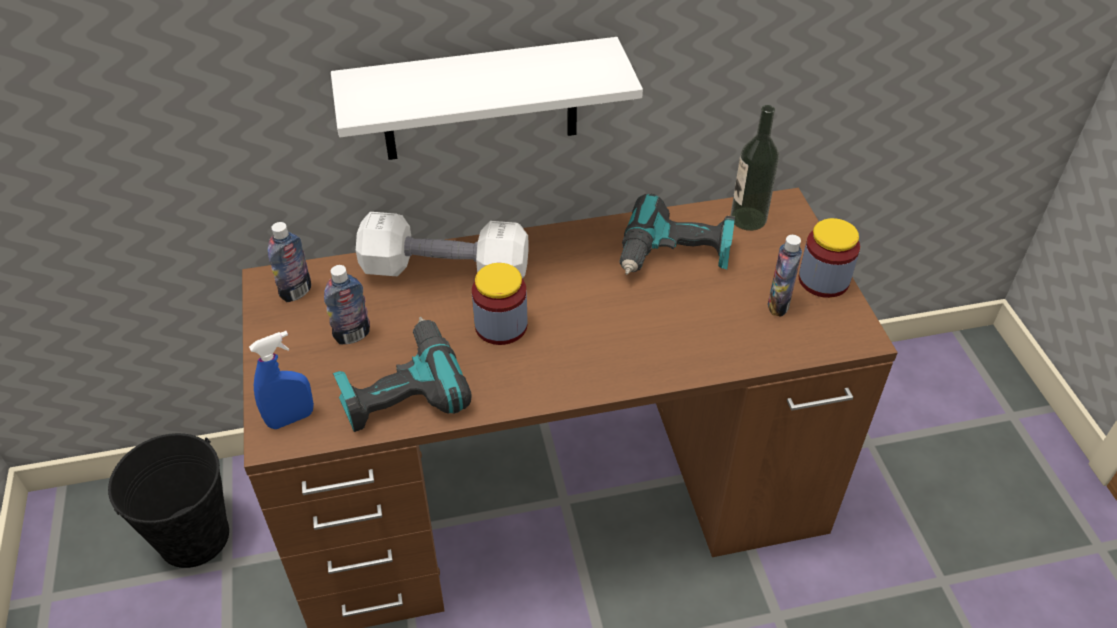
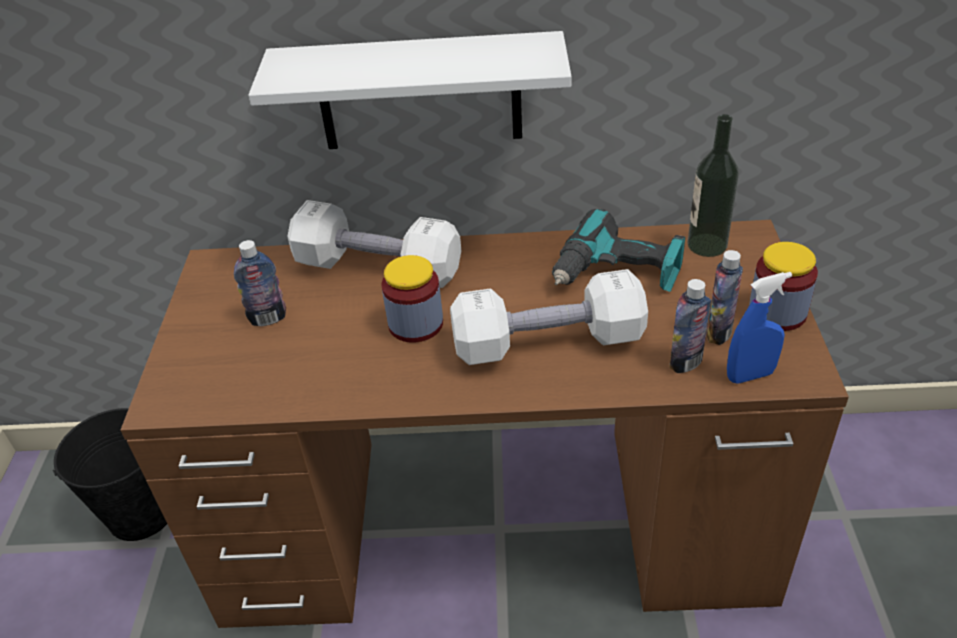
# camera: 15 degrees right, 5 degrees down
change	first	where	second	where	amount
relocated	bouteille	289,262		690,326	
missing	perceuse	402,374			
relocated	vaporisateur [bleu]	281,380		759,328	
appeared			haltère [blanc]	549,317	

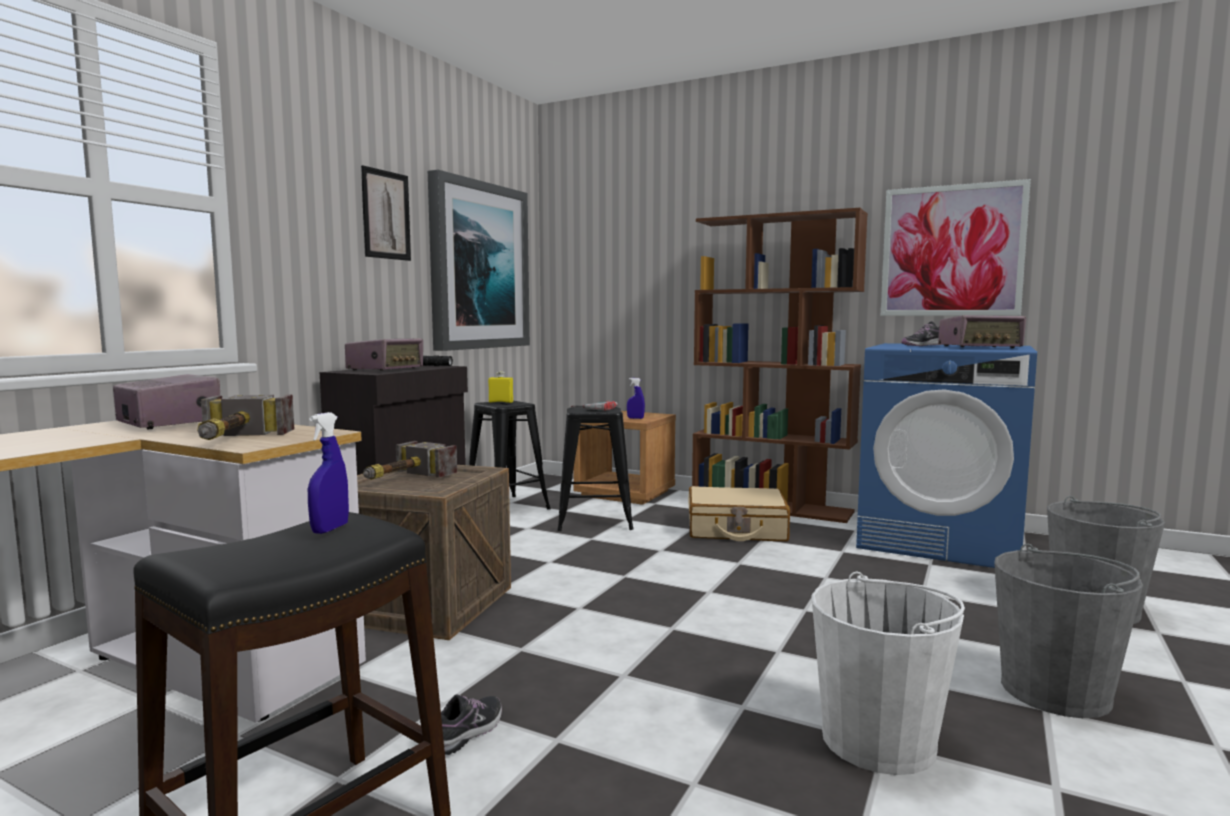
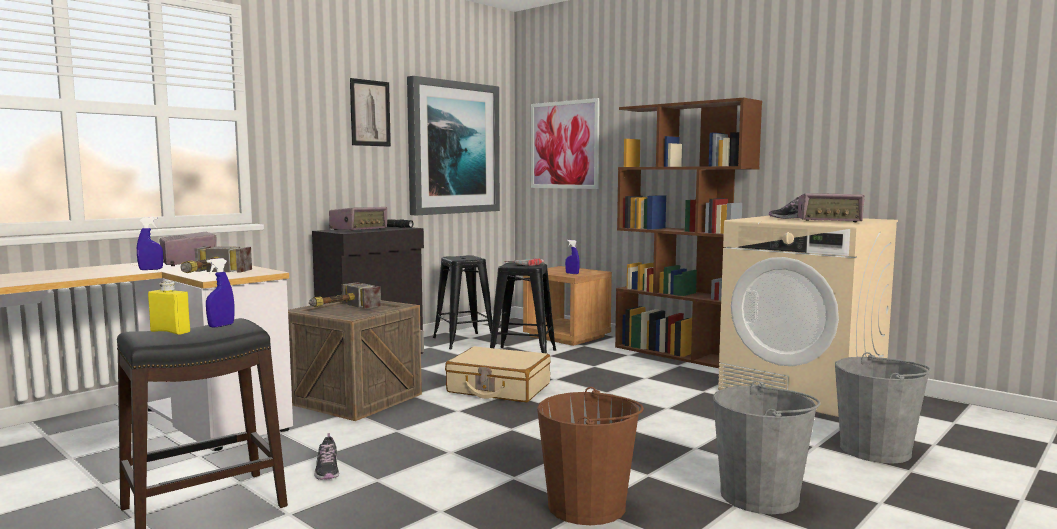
# camera: 15 degrees right, 0 degrees up
change	first	where	second	where	amount
relocated	tableau	956,247		565,143	
colour	lave-linge [bleu]	946,455	lave-linge [beige]	808,316	
relocated	bouteille [jaune]	500,387		169,307	
relocated	valise [beige]	739,514		497,374	
colour	seau [blanc]	888,673	seau [marron]	590,456	
spun	chaussure	471,724		326,456	120 degrees clockwise
appeared			vaporisateur [bleu]	150,243	

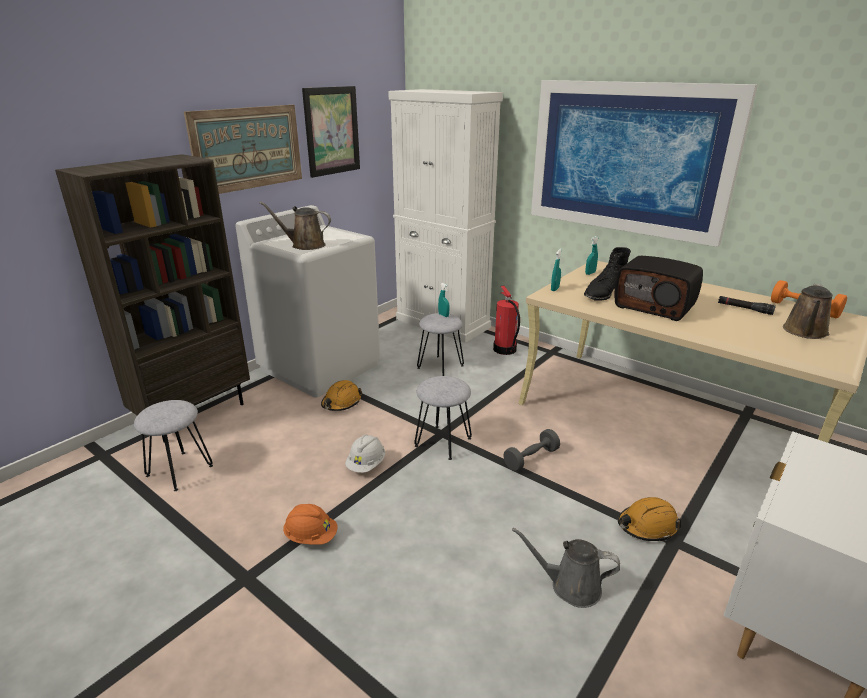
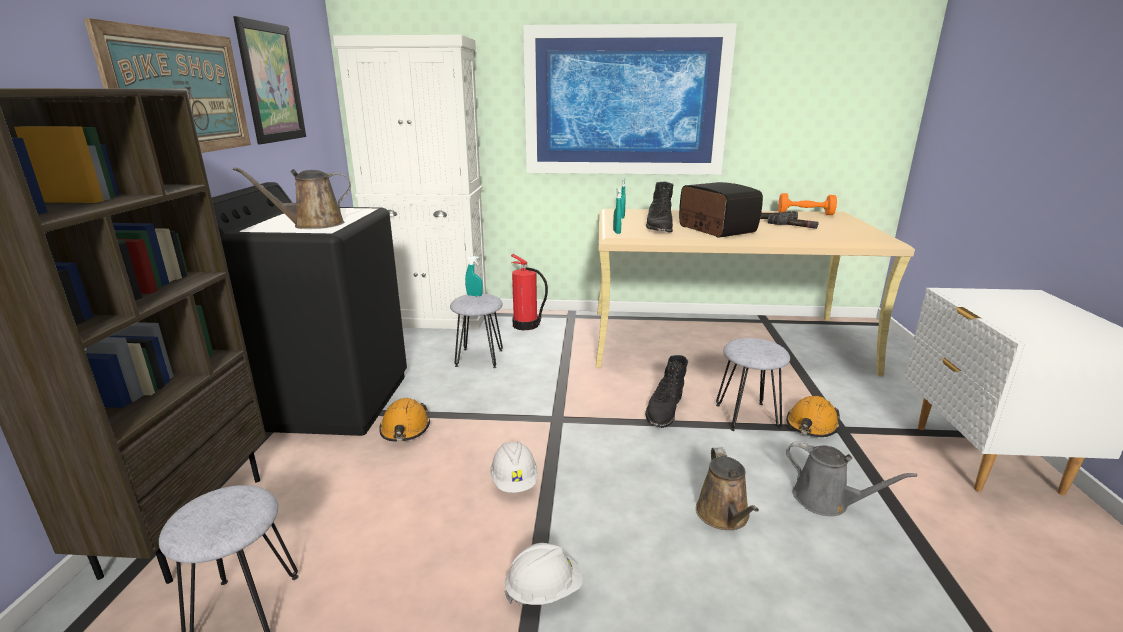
# camera: 35 degrees left, 5 degrees down
change	first	where	second	where	amount
colour	lave-linge [blanc]	307,301	lave-linge [noir]	309,309	
spun	radio	659,288		721,210	120 degrees counterclockwise
relocated	arrosoir [marron]	808,311		727,488	
relocated	tabouret [gris]	443,418		753,384	
exchanged	haltère [gris]	531,450	botte [noir]	666,391	
colour	casque de chantier [orange]	310,524	casque de chantier [blanc]	543,574	
spun	arrosoir [gris]	566,568		851,478	120 degrees counterclockwise
appeared			lampe de poche [noir]	793,222	

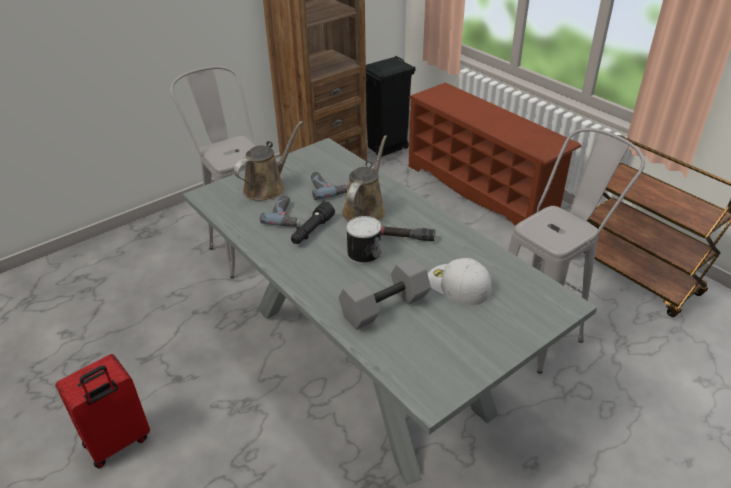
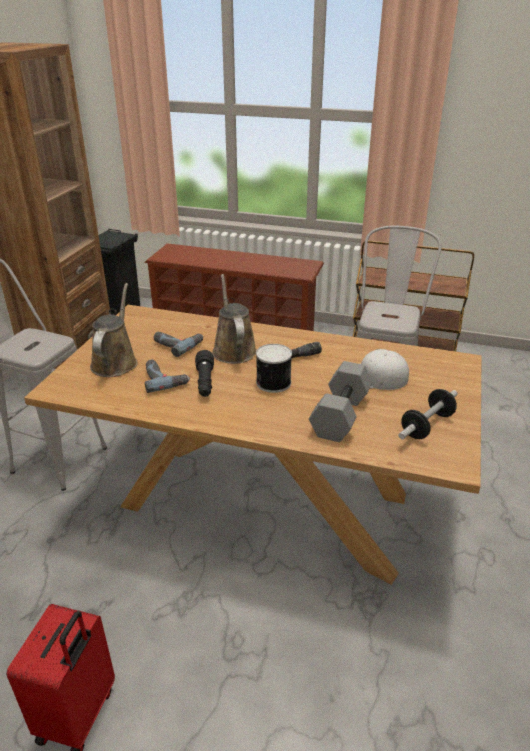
# camera: 35 degrees left, 5 degrees down
change	first	where	second	where	amount
colour	table à manger [gris]	390,311	table à manger [marron]	253,445	
appeared			haltère	428,414	

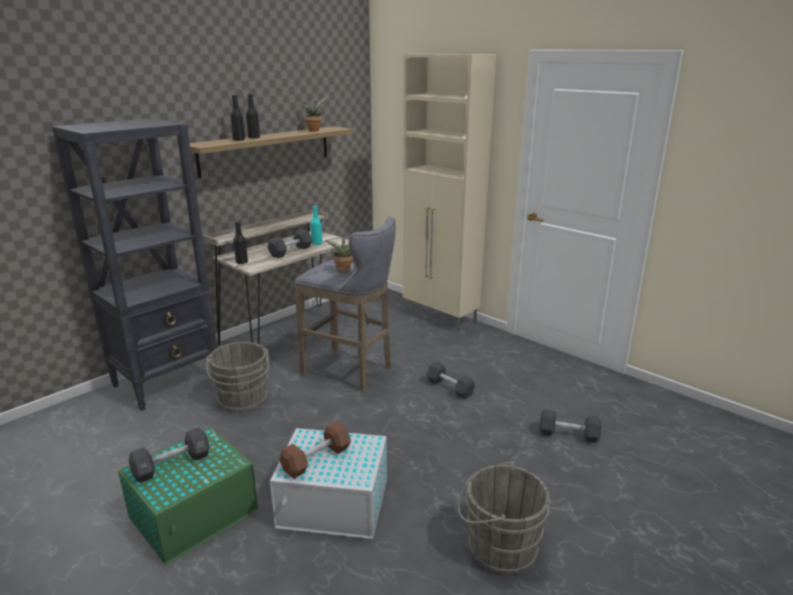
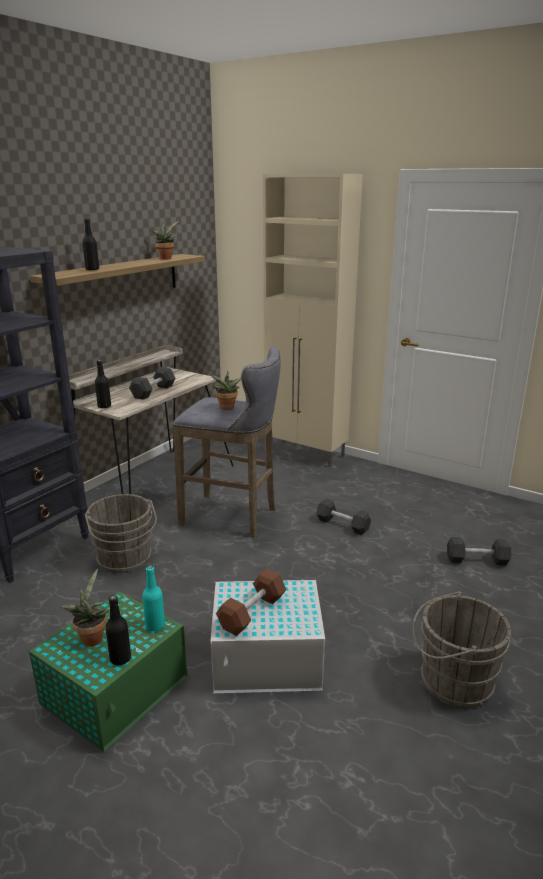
# camera: 10 degrees left, 0 degrees up
change	first	where	second	where	amount
relocated	bouteille [noir]	253,116		118,630	
relocated	bouteille [turquoise]	316,225		153,599	
exchanged	haltère [noir]	169,455	plante en pot	84,608	

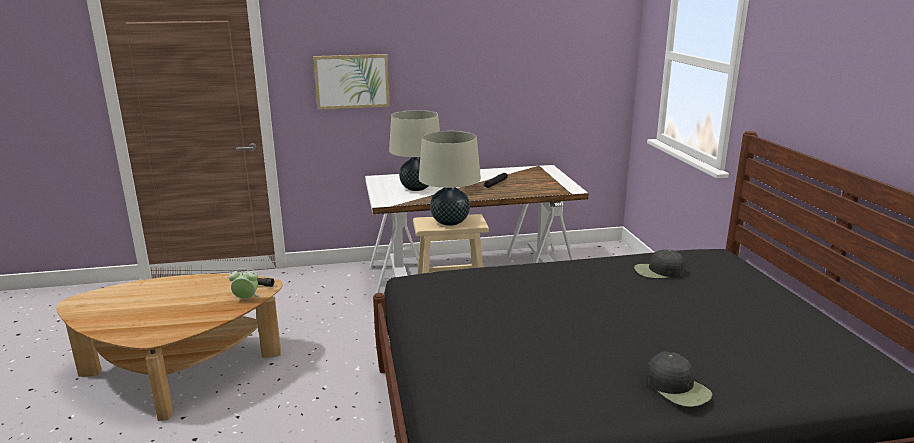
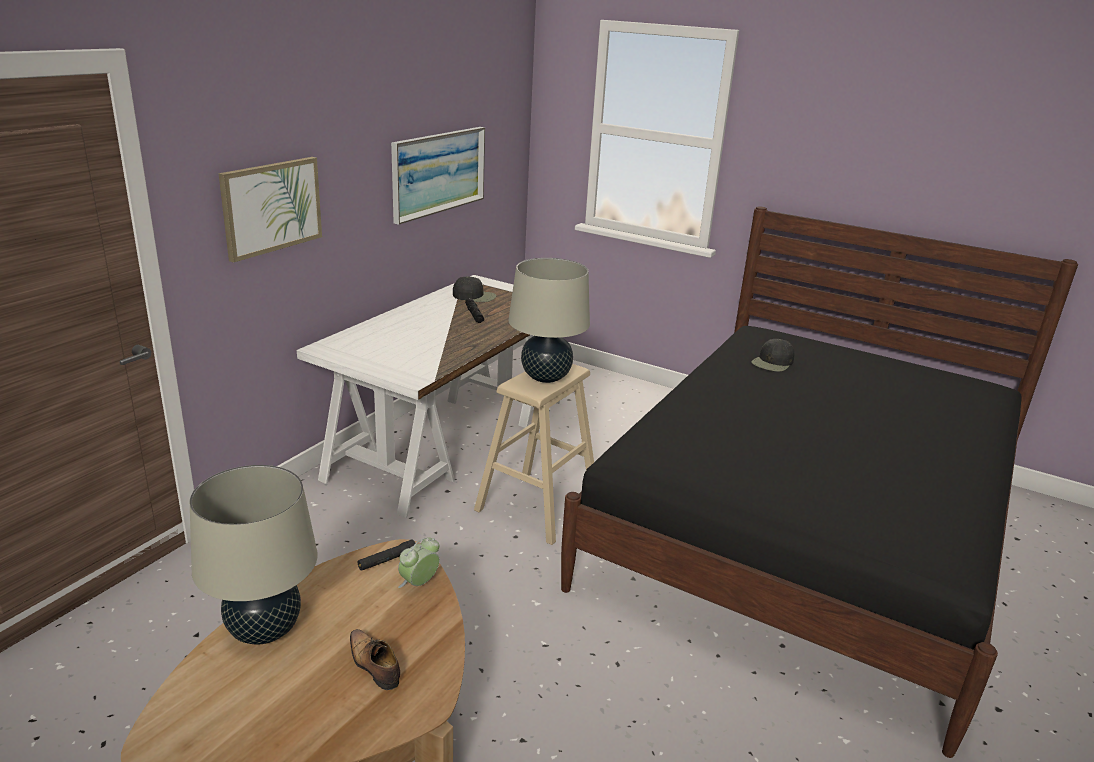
# camera: 50 degrees left, 5 degrees up
change	first	where	second	where	amount
relocated	lampe de table [beige]	414,150		254,555	
relocated	casquette [noir]	678,379		474,289	
appeared			tableau	438,176	
appeared			chaussure	375,659	

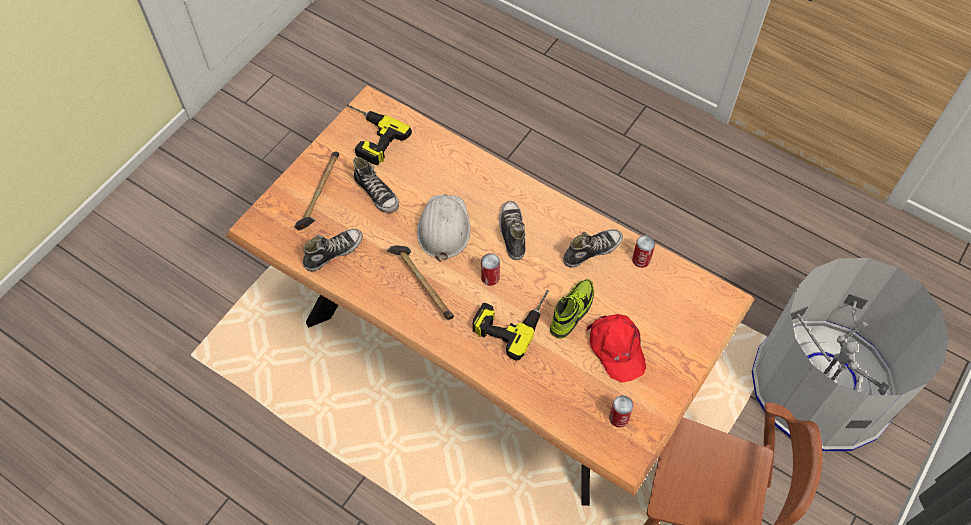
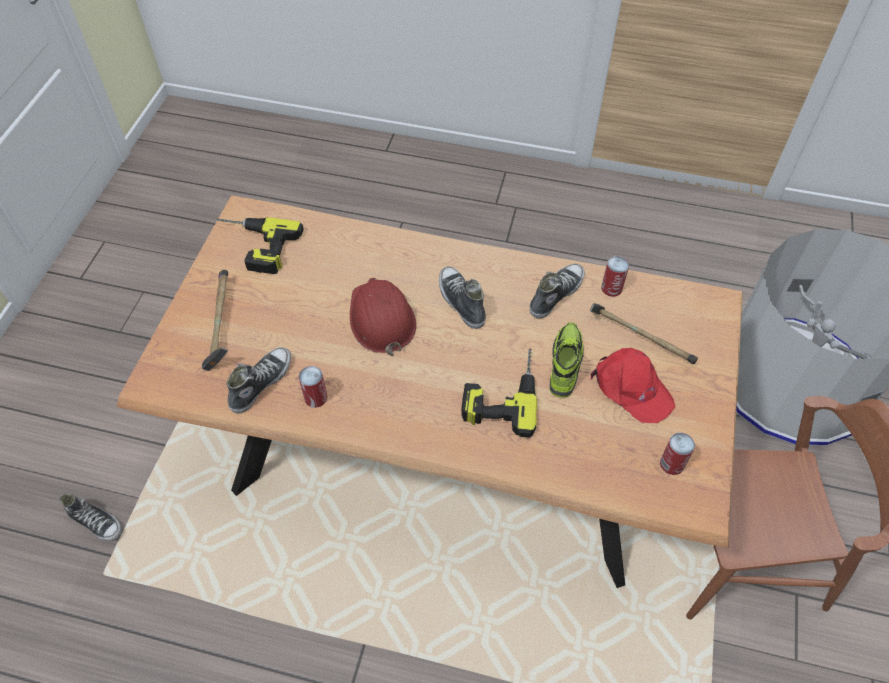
# camera: 20 degrees left, 5 degrees down
change	first	where	second	where	amount
relocated	chaussure	376,185		91,517	
colour	casque de chantier [blanc]	443,228	casque de chantier [rouge]	383,317	
relocated	marteau	420,282		644,333	
relocated	boîte métallique	490,269		313,387	

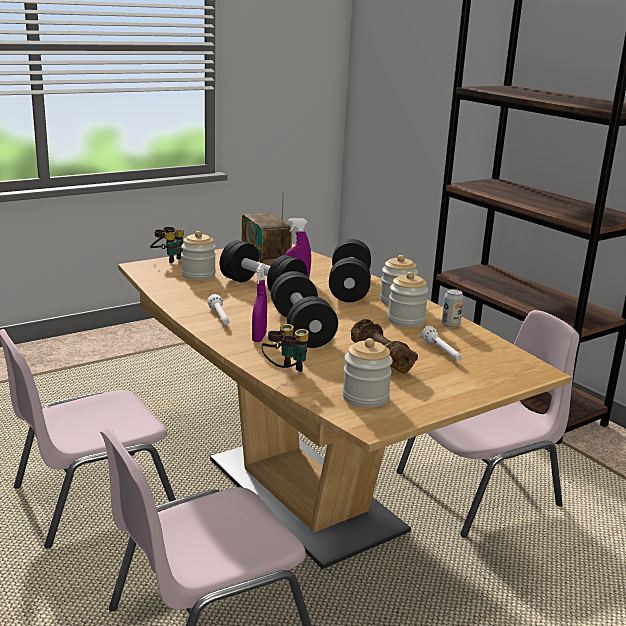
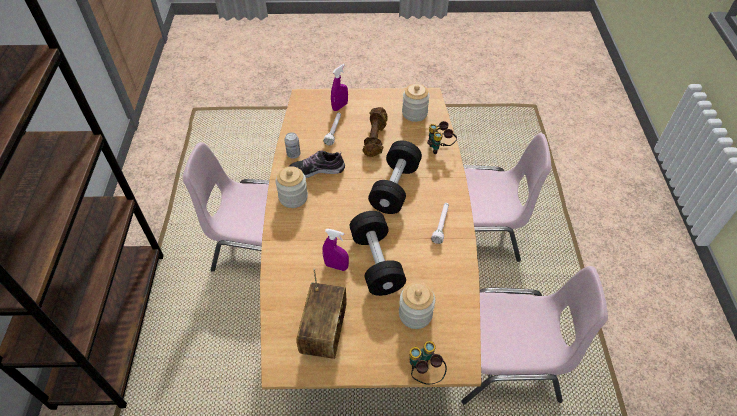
# camera: 145 degrees left, 30 degrees up
change	first	where	second	where	amount
missing	haltère [noir]	350,270			
relocated	vaporisateur [violet]	259,302		339,87	
exchanged	bocal	408,299	chaussure	316,164	

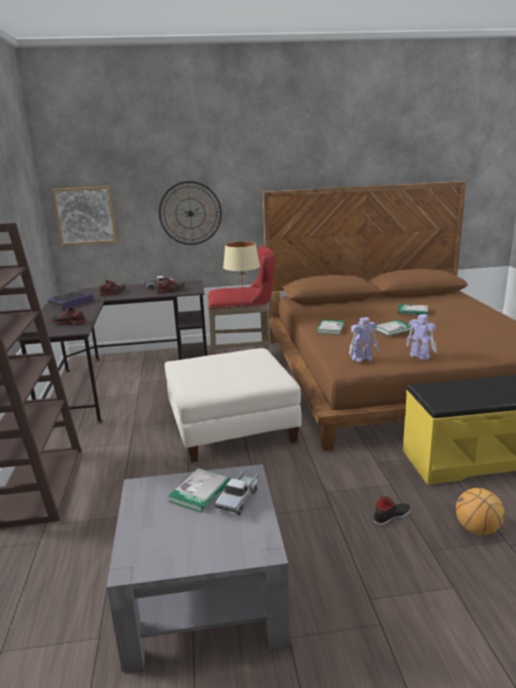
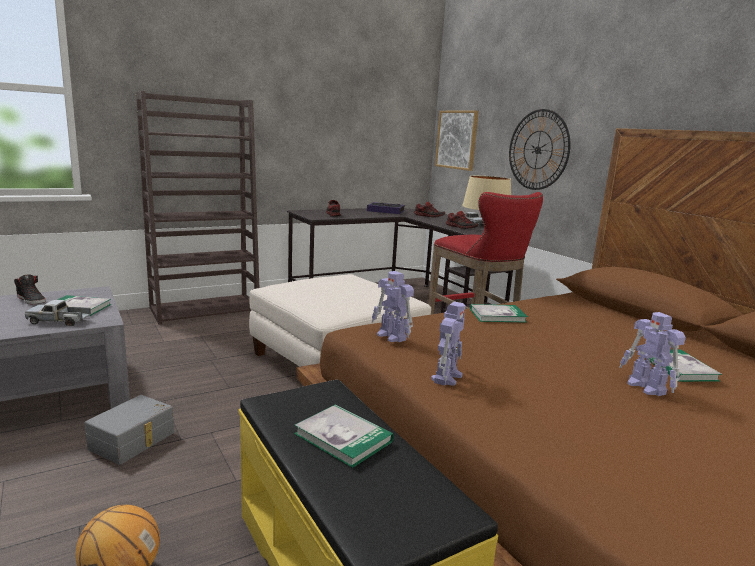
# camera: 65 degrees right, 5 degrees down
change	first	where	second	where	amount
relocated	livre	392,328		344,436	
relocated	chaussure [noir]	392,510		30,289	
appeared			robot jouet	653,354	
appeared			boîte de rangement [gris]	129,430	

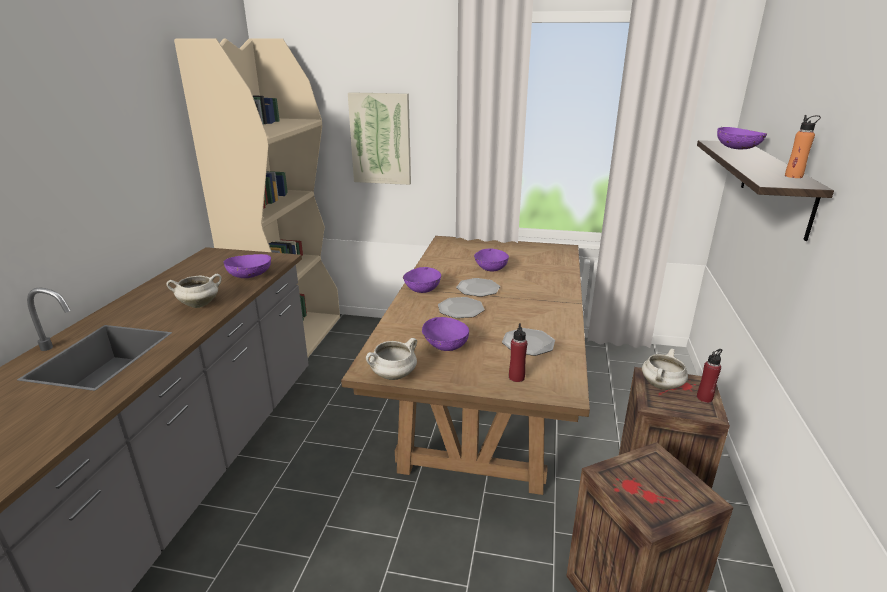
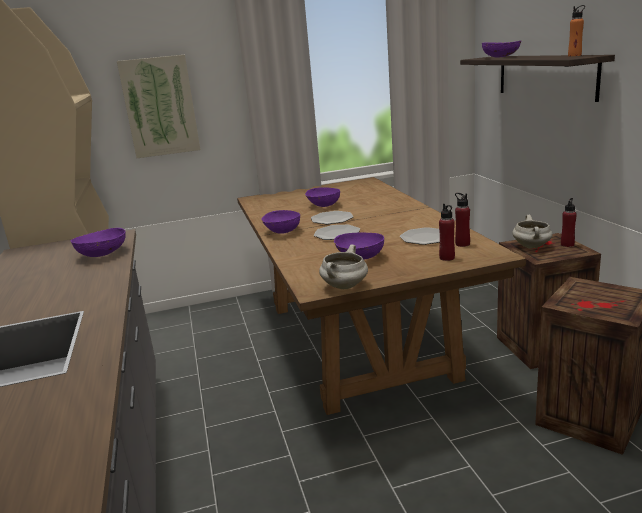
# camera: 25 degrees left, 5 degrees down
change	first	where	second	where	amount
missing	marmite [blanc]	194,291			
appeared			bouteille [rouge]	462,220	

